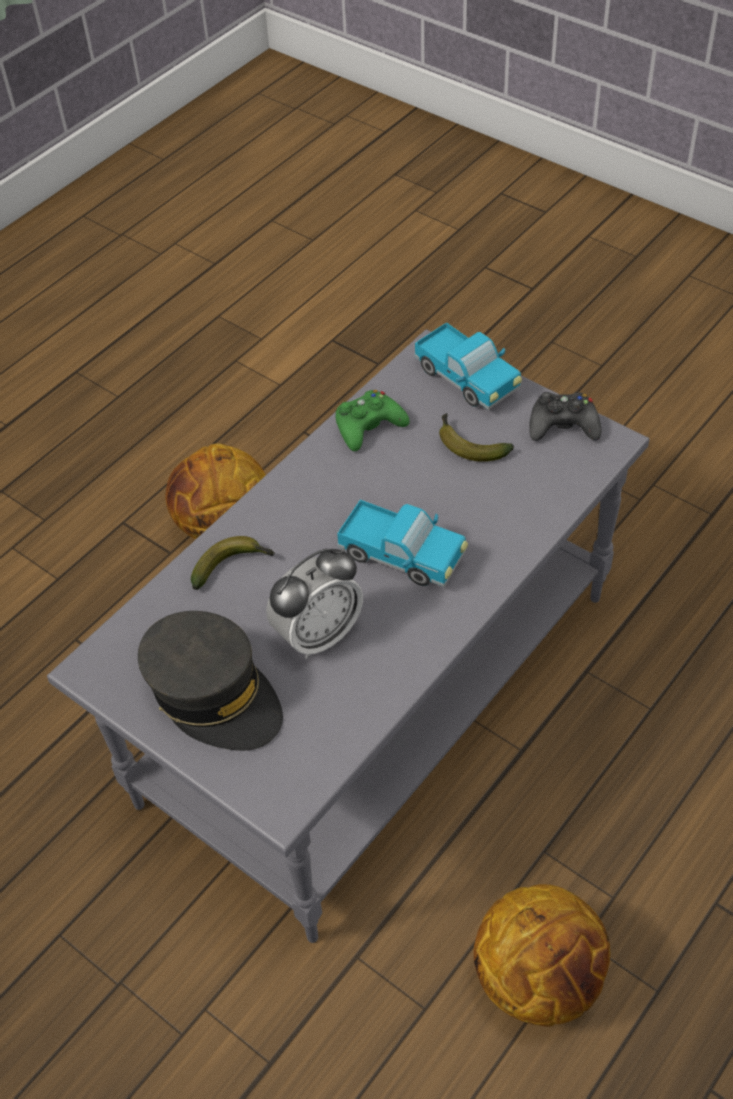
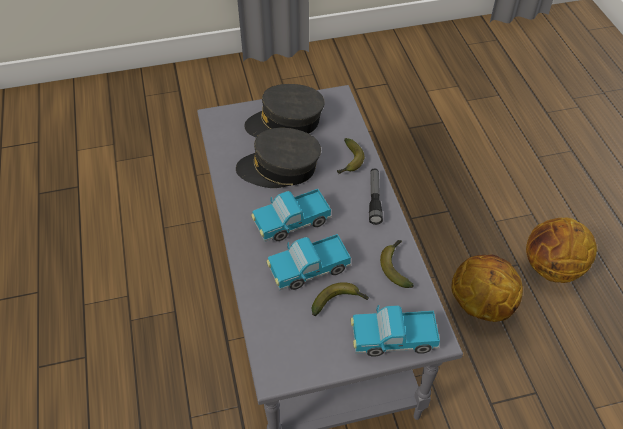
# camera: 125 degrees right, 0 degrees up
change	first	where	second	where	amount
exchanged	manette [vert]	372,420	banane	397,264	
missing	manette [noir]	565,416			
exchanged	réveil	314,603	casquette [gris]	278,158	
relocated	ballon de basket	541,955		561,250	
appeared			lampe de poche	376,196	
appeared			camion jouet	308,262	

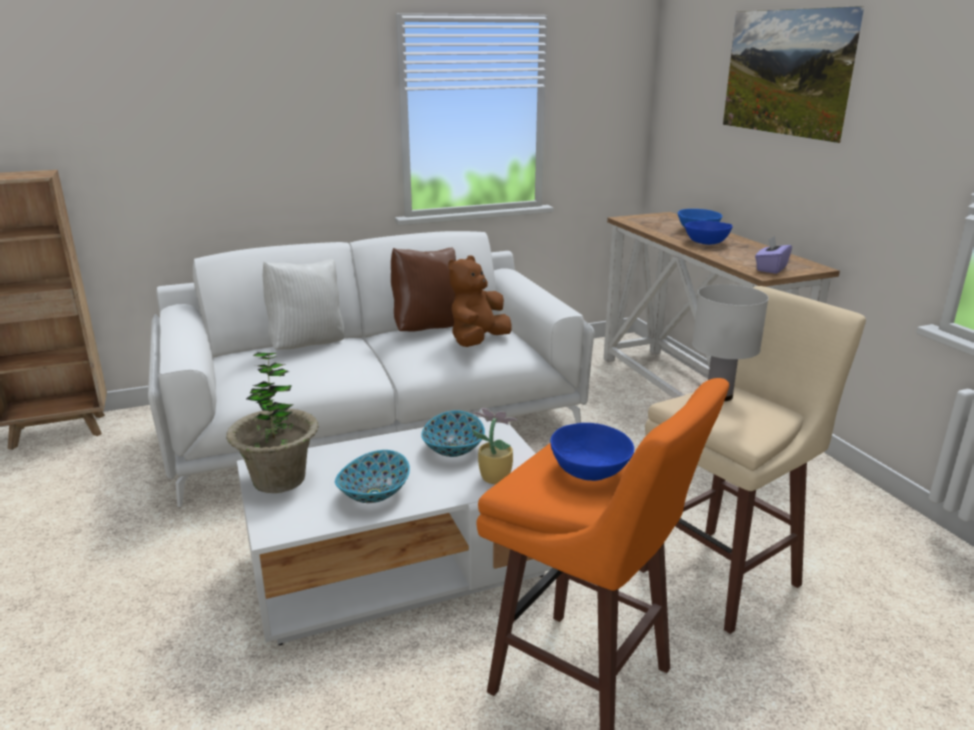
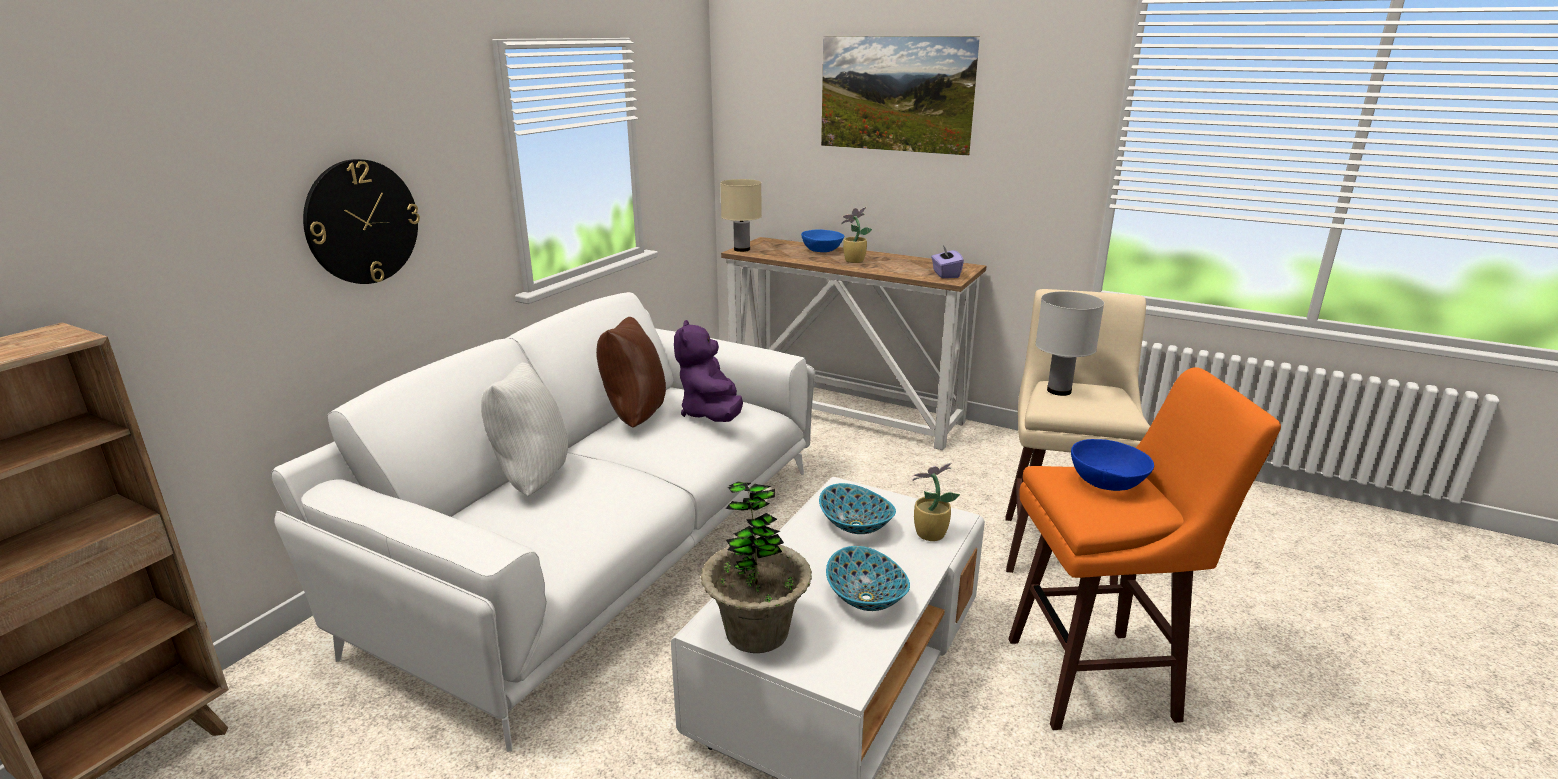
# camera: 40 degrees left, 0 degrees up
change	first	where	second	where	amount
exchanged	bol [bleu]	709,233	plante en pot	856,235	
colour	peluche [marron]	480,301	peluche [violet]	708,371	
appeared			horloge murale	361,221	
appeared			lampe de table [beige]	741,215	

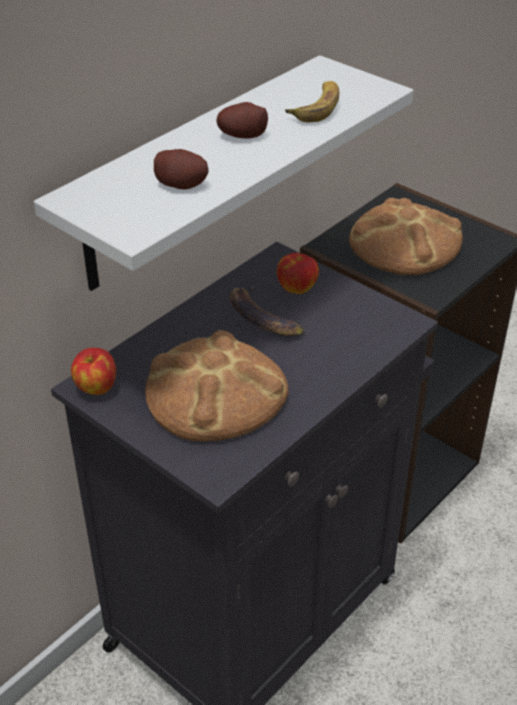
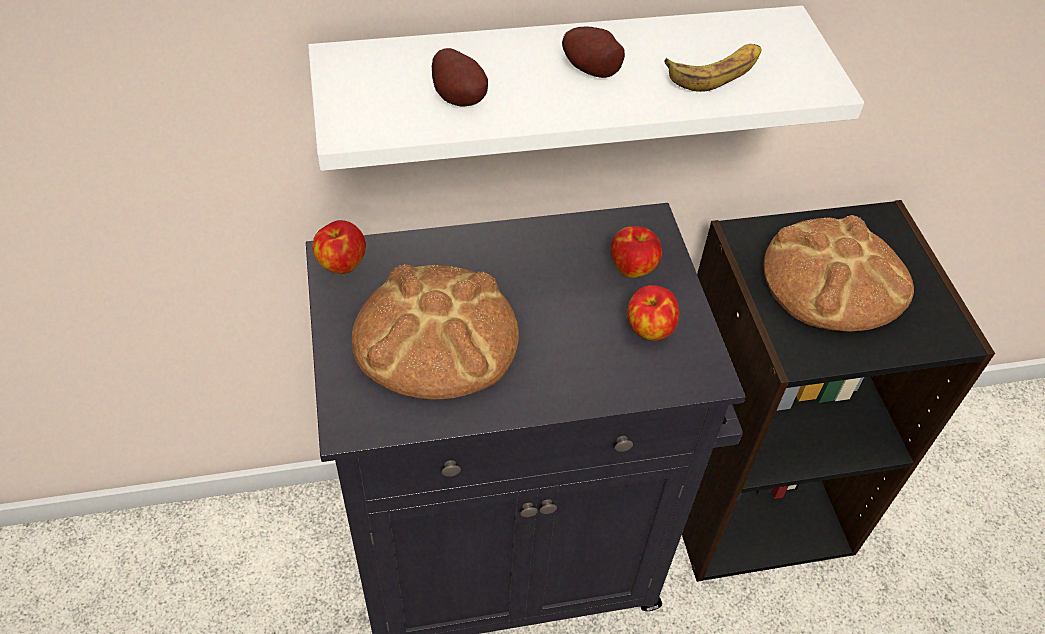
# camera: 35 degrees right, 10 degrees up
change	first	where	second	where	amount
missing	banane	267,311			
appeared			pomme	653,313	

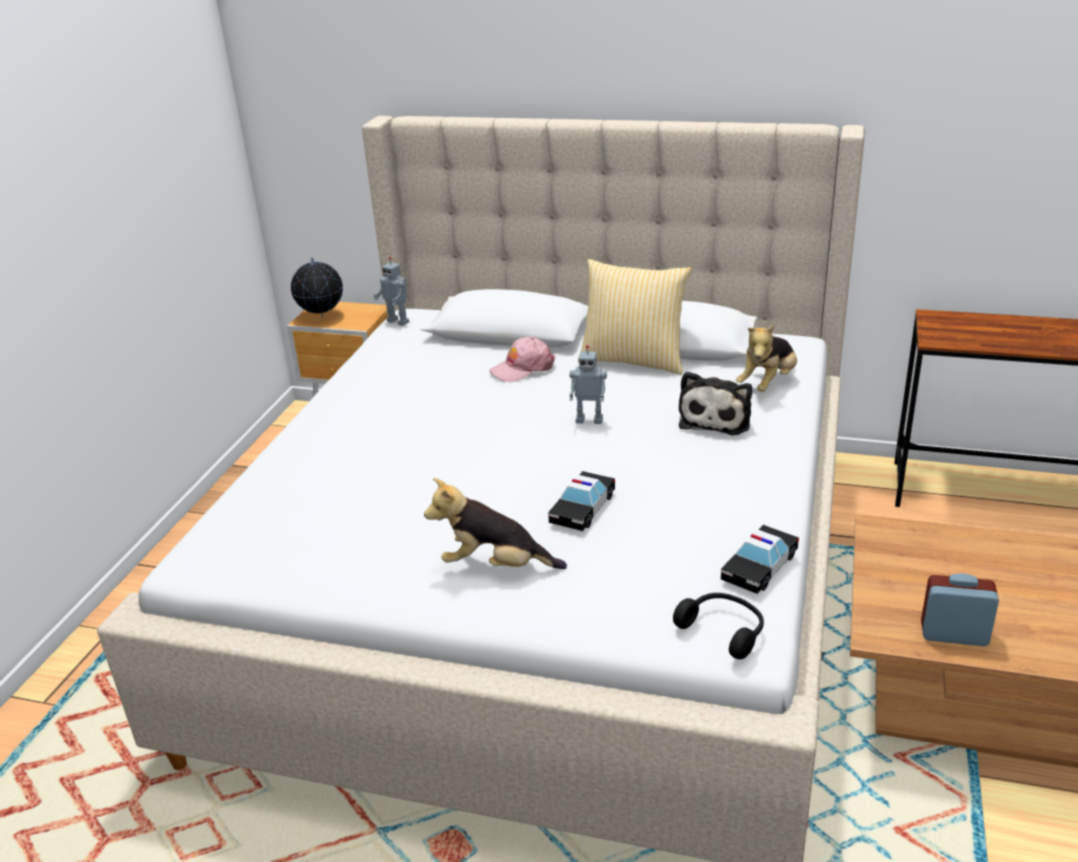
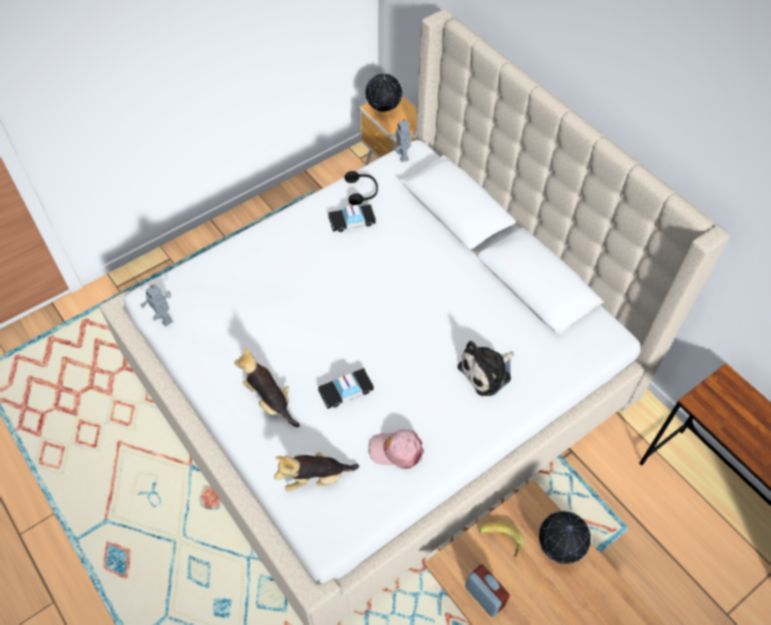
# camera: 35 degrees right, 25 degrees up
change	first	where	second	where	amount
missing	coussin	635,317			
relocated	peluche	766,358		316,472	
relocated	casquette [rose]	522,359		396,449	
relocated	robot jouet	588,384		156,305	
relocated	petite voiture	760,559		352,218	
relocated	casque audio [noir]	718,626		361,188	
appeared			globe	565,537	
appeared			banane	501,539	

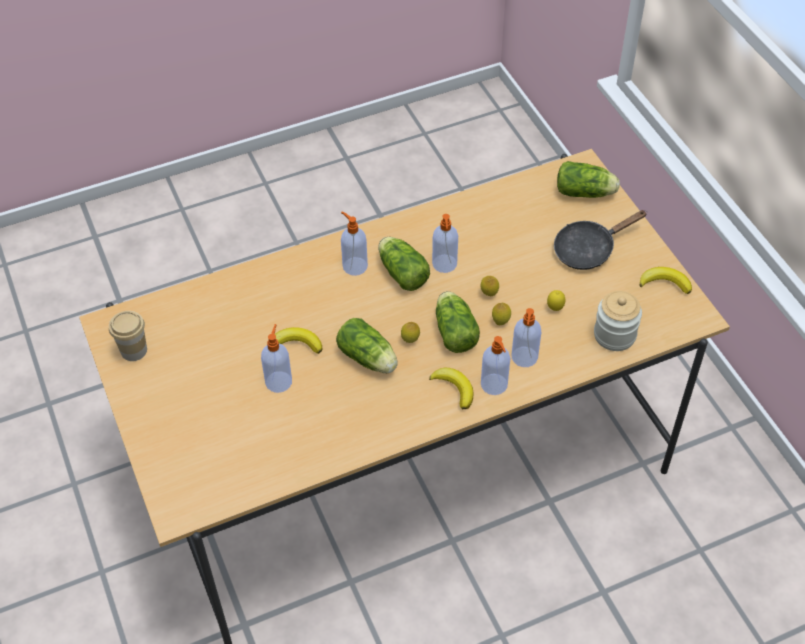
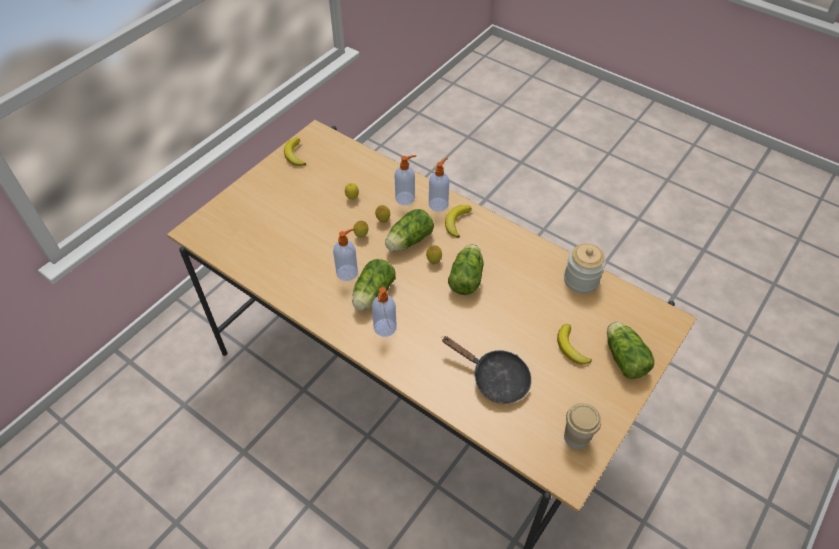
# camera: 120 degrees left, 0 degrees up
change	first	where	second	where	amount
relocated	laitue	588,179		630,350	
relocated	poêle [noir]	600,240		486,370	
relocated	bocal	618,321		585,268	
missing	distributeur de savon	276,358			
relocated	banane	299,340		574,344	

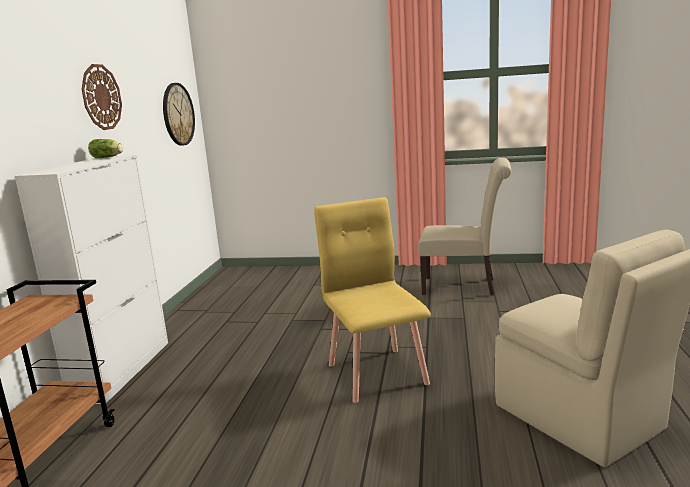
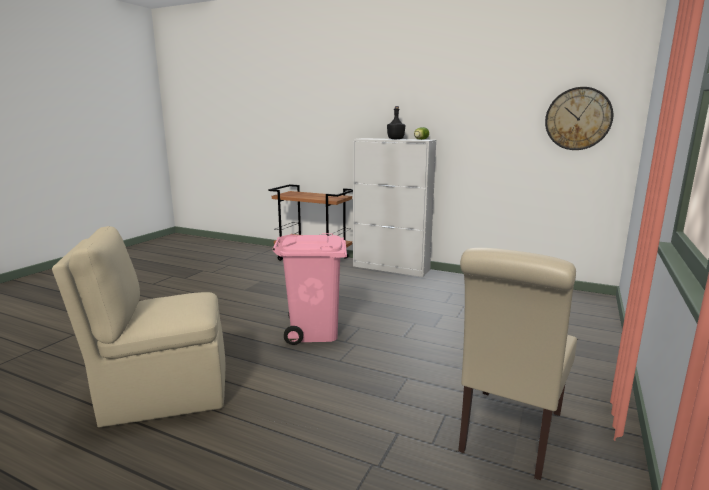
# camera: 105 degrees right, 0 degrees up
change	first	where	second	where	amount
missing	horloge murale	102,97			
exchanged	chaise [jaune]	372,300	poubelle [rose]	309,289	
appeared			bouteille [noir]	396,122	

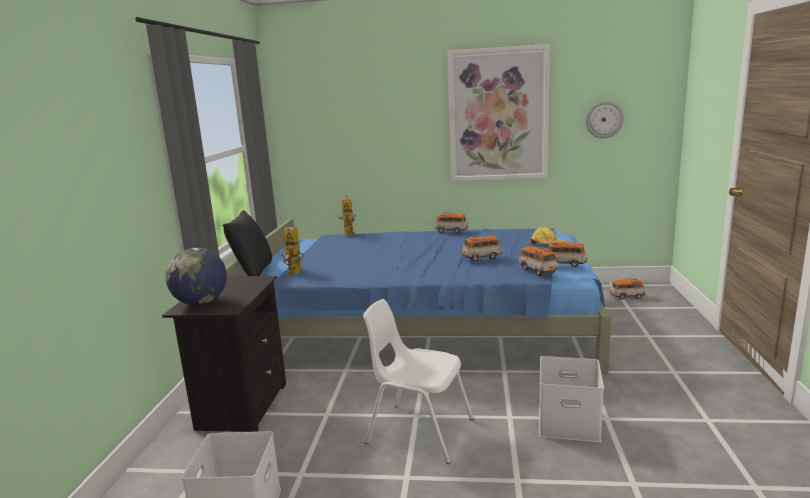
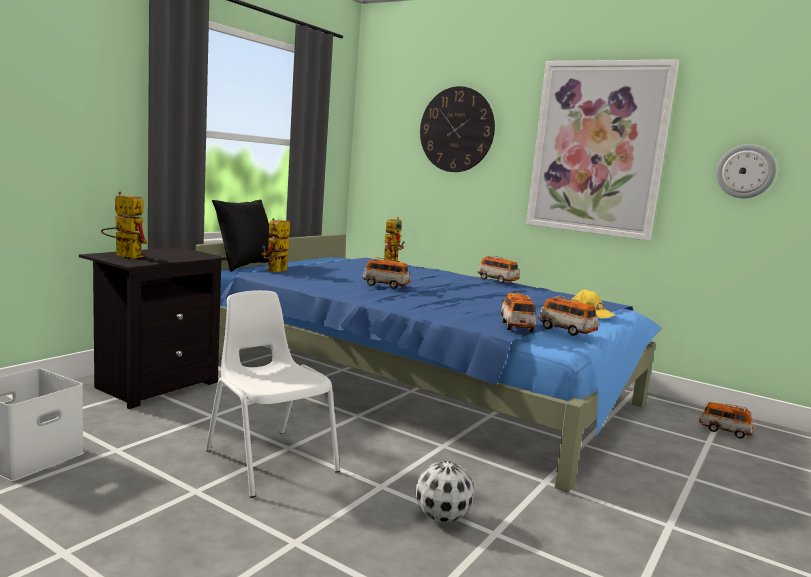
# camera: 25 degrees right, 5 degrees down
change	first	where	second	where	amount
relocated	petite voiture	482,249		386,273	
exchanged	globe	196,276	robot jouet	124,225	
exchanged	boîte de rangement [blanc]	571,399	ballon de foot	445,492	
appeared			horloge murale	457,129	

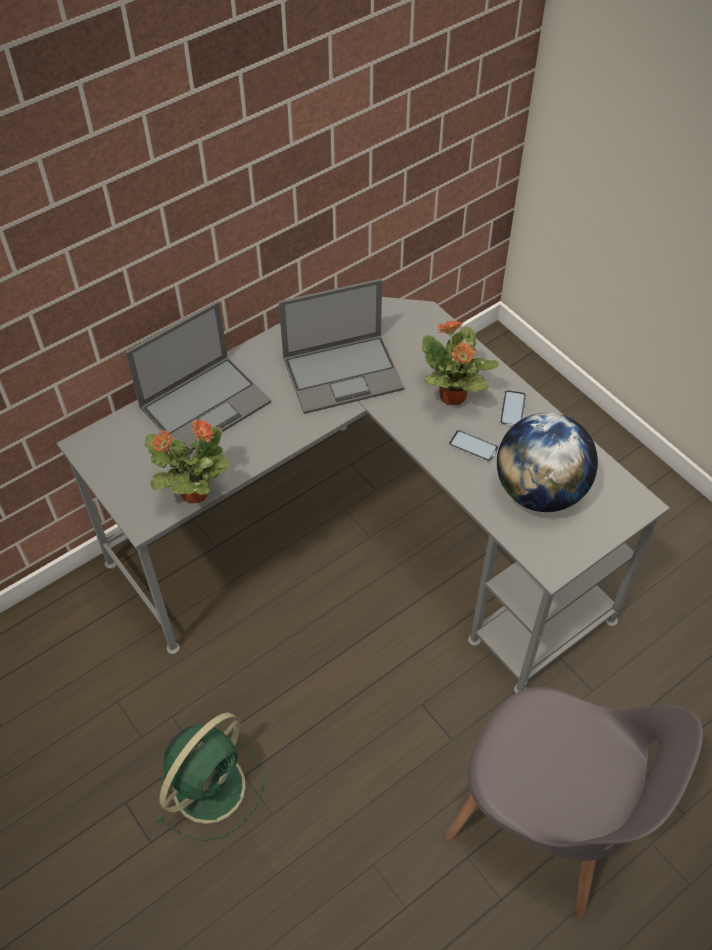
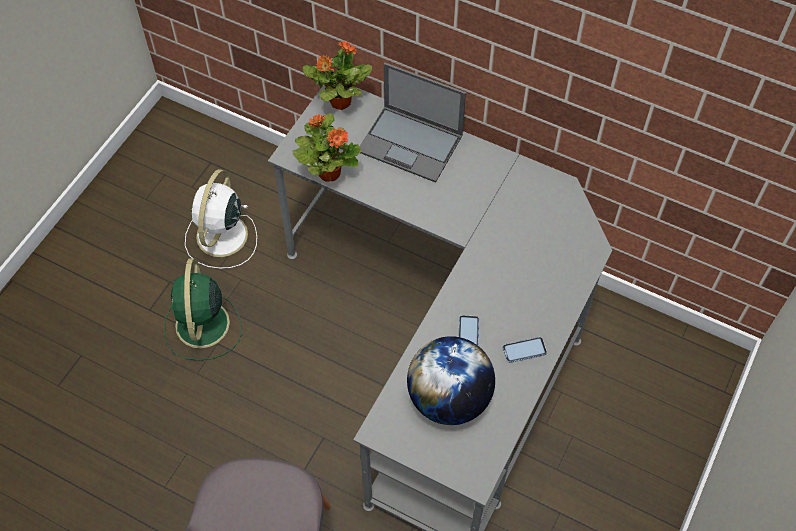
# camera: 65 degrees right, 5 degrees up
change	first	where	second	where	amount
missing	ordinateur portable	341,346			
relocated	plante en pot	460,362		337,75	
spun	ventilateur [vert]	209,776		203,309	75 degrees clockwise
appeared			ventilateur [blanc]	221,219	

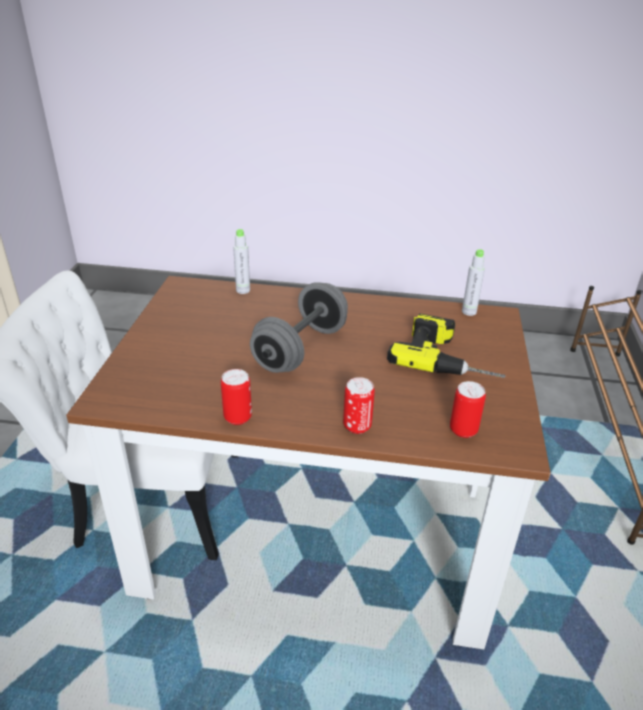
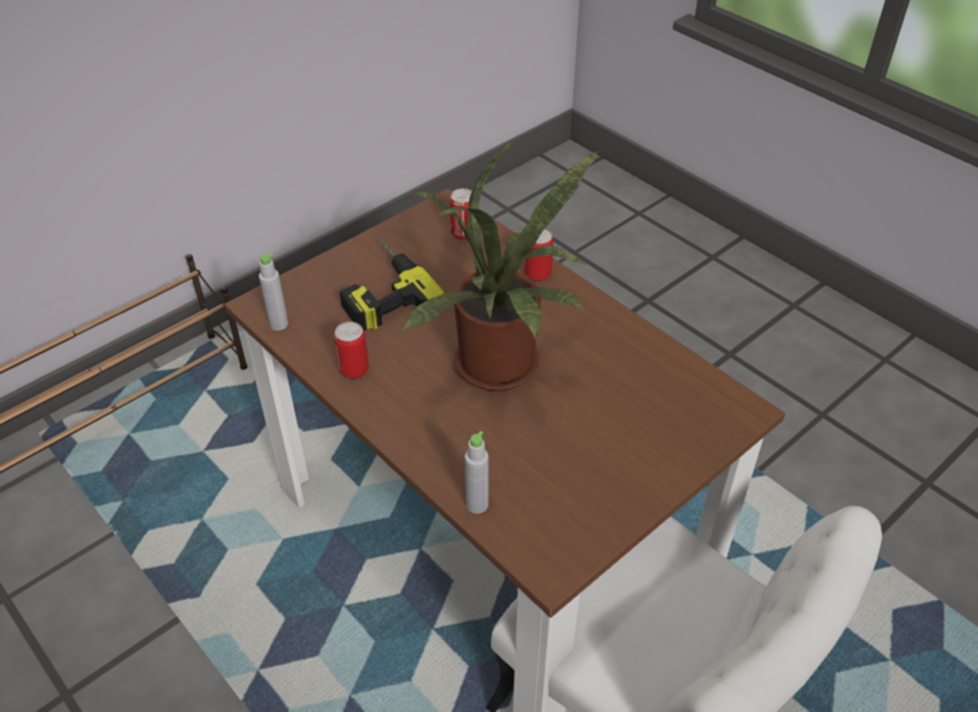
# camera: 140 degrees left, 10 degrees up
change	first	where	second	where	amount
exchanged	haltère [gris]	299,327	plante en pot	500,262	
relocated	boîte métallique	236,397		351,350	

